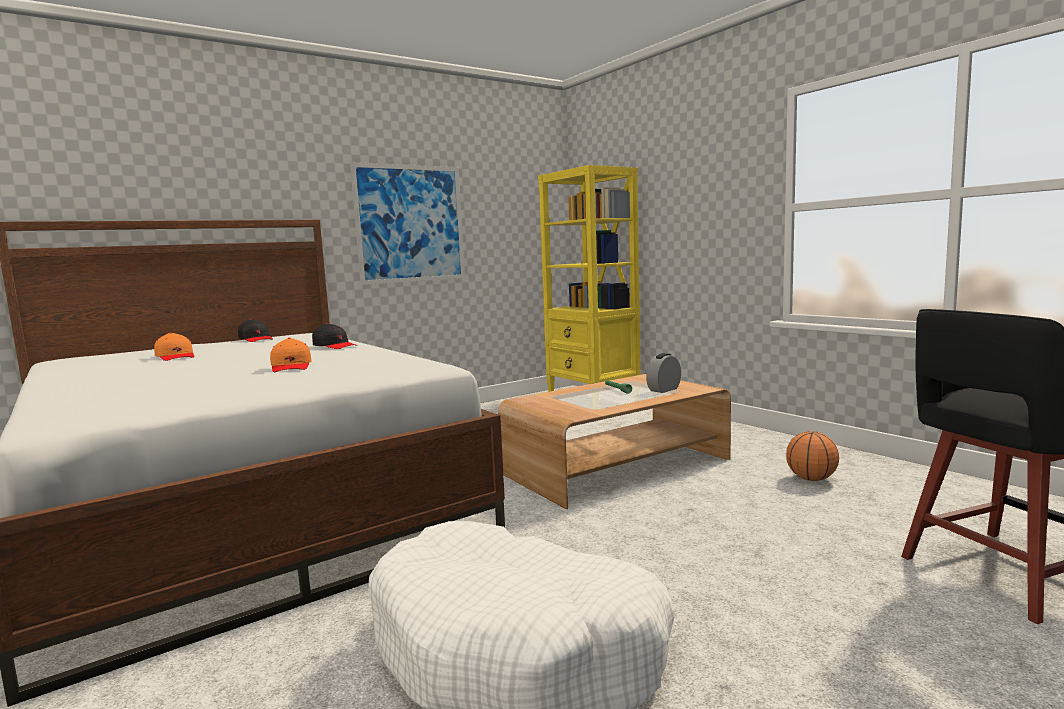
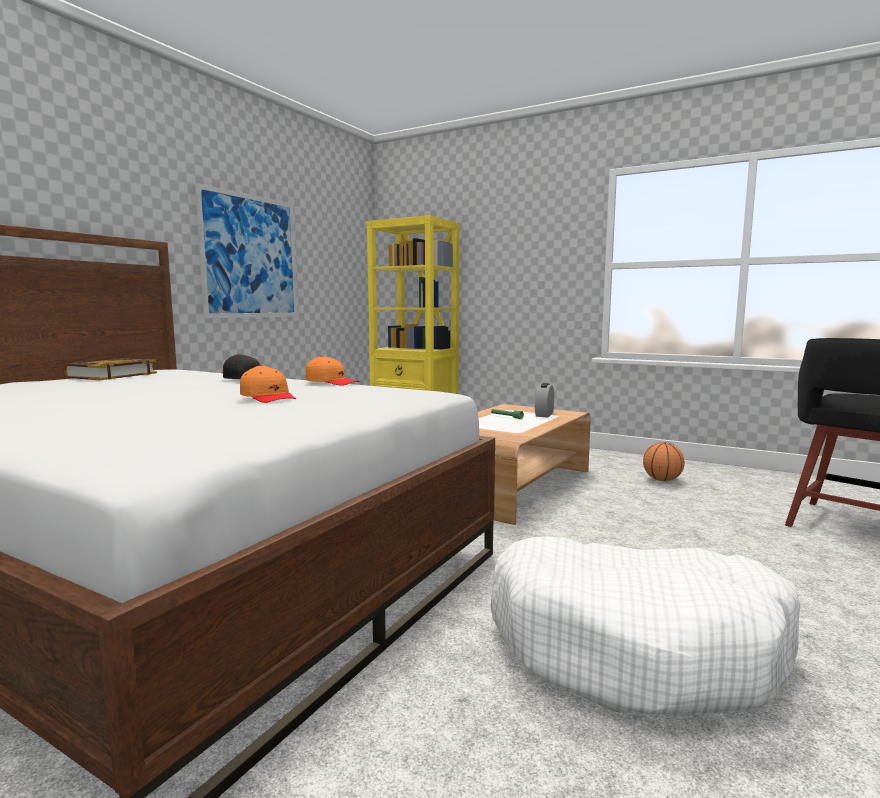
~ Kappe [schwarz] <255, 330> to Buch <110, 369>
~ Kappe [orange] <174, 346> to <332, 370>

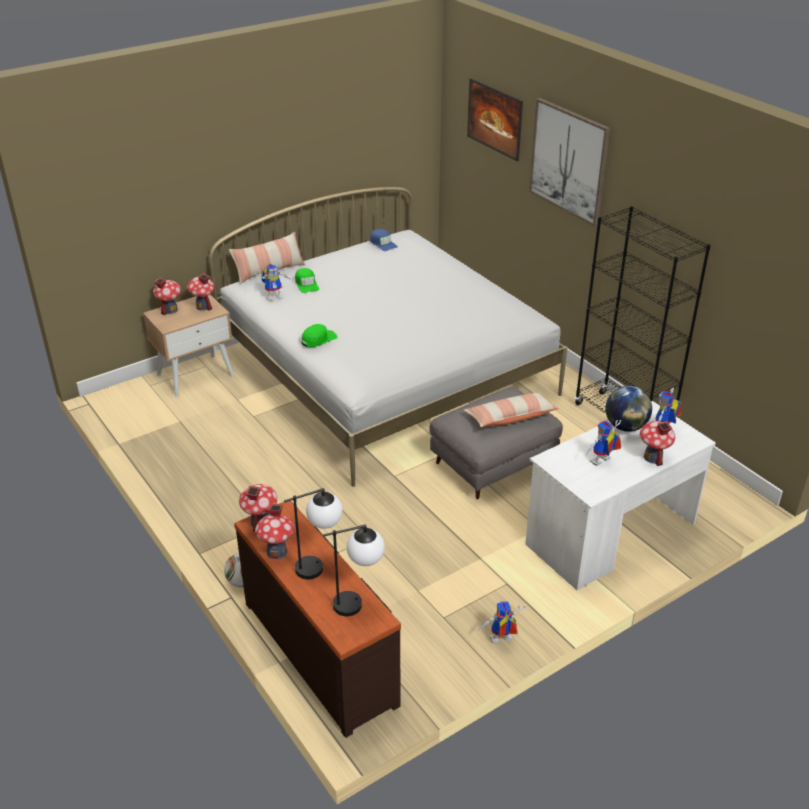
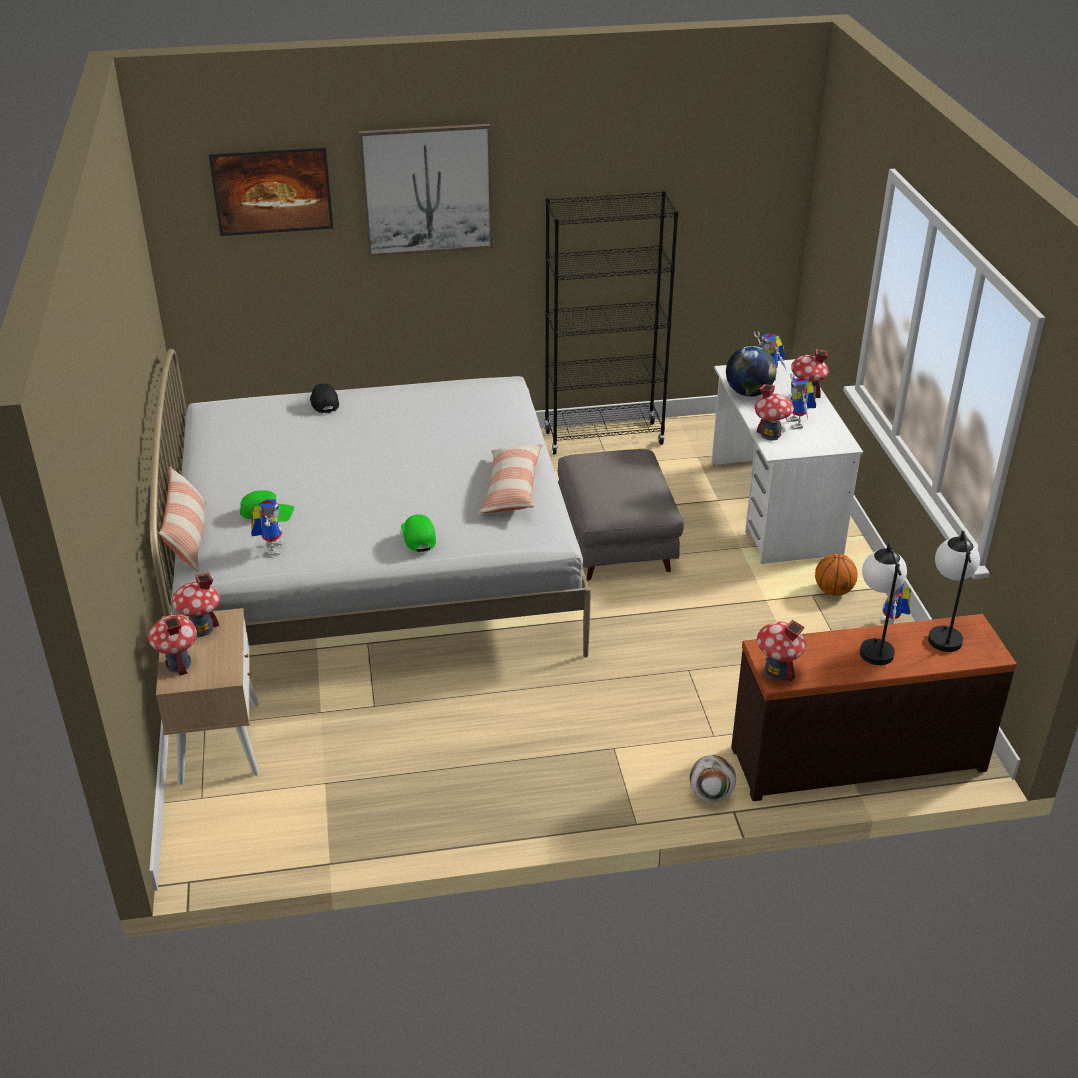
+ Kappe [schwarz] <324, 398>
~ Kissen <511, 410> to <511, 478>
~ Spielzeughaus <275, 531> to <774, 412>
+ Basketball <836, 575>
- Kappe [blau] <384, 240>

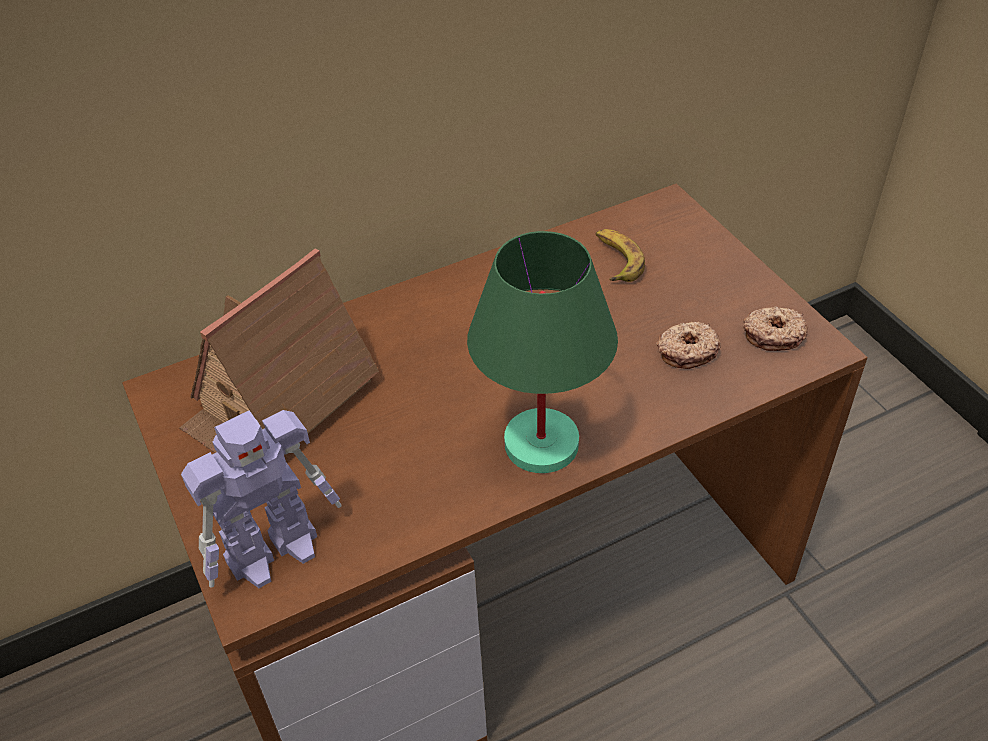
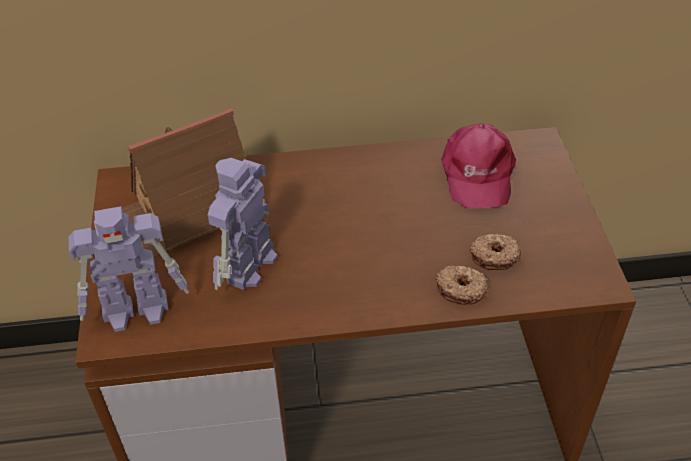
+ Spielzeugroboter <243, 224>
~ Donut <775, 328> to <462, 285>
~ Banane <620, 255> to Kappe [rosa] <478, 165>
- Tischlampe [grün] <542, 352>

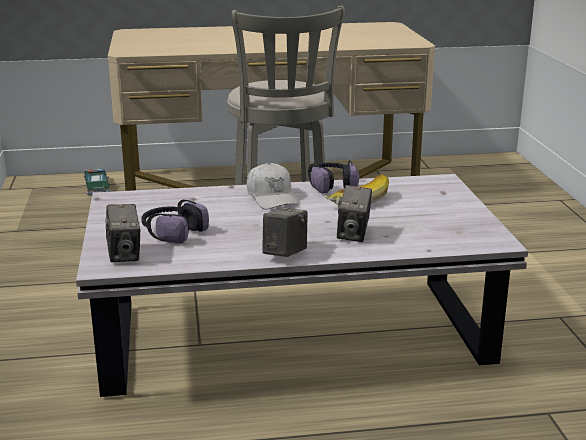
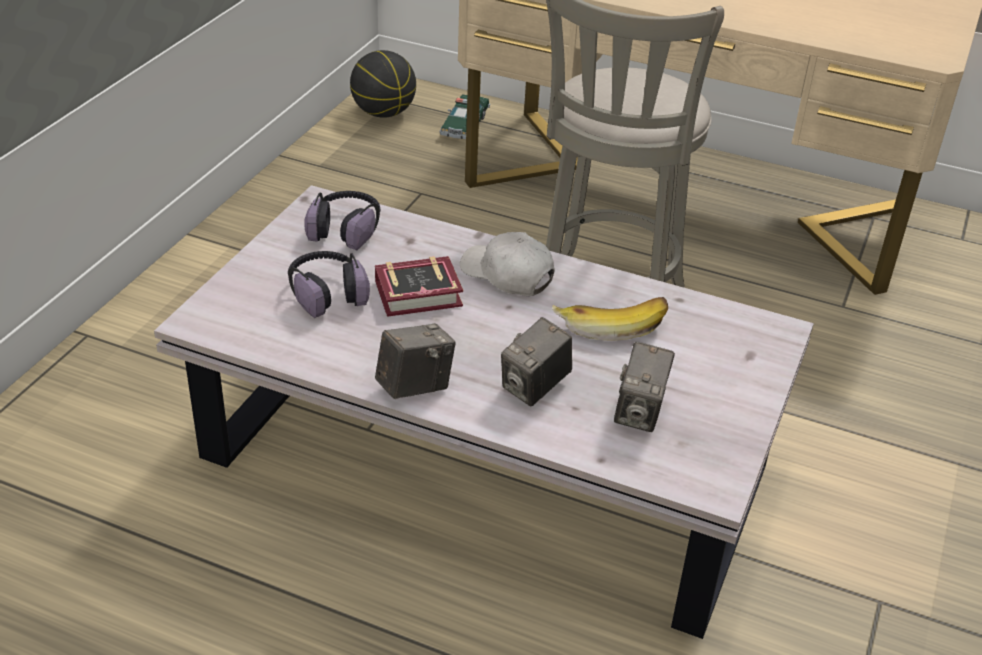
~ Kopfhörer <333, 177> to <342, 220>
+ Basketball <383, 84>
+ Buch <419, 286>
~ Kappe [weiß] <273, 186> = <507, 264> 120 degrees clockwise
~ Kamera <122, 233> to <644, 387>

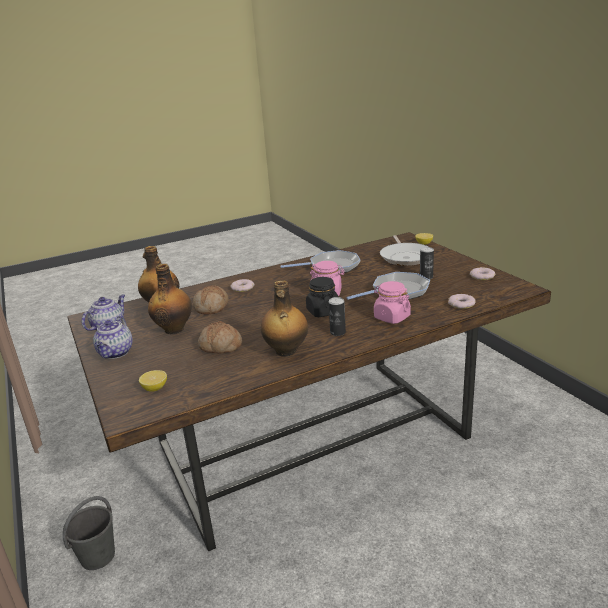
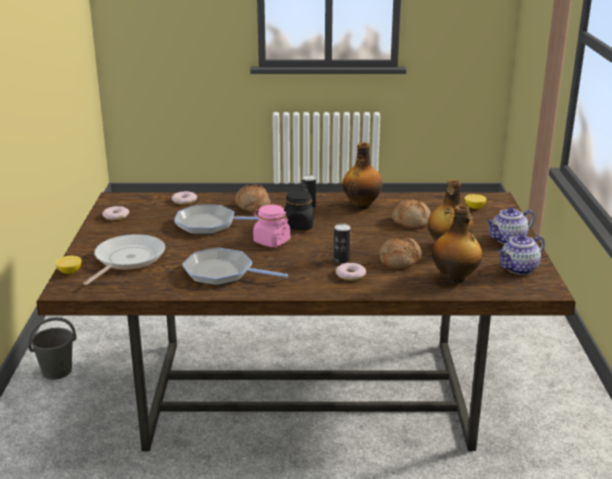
~ Eimer [grau] <89, 533> to <52, 348>
~ Vorratsglas [rosa] <392, 302> to Brot <253, 198>
~ Dose <427, 263> to <342, 243>
~ Teekanne <113, 337> = <510, 225> 150 degrees counterclockwise

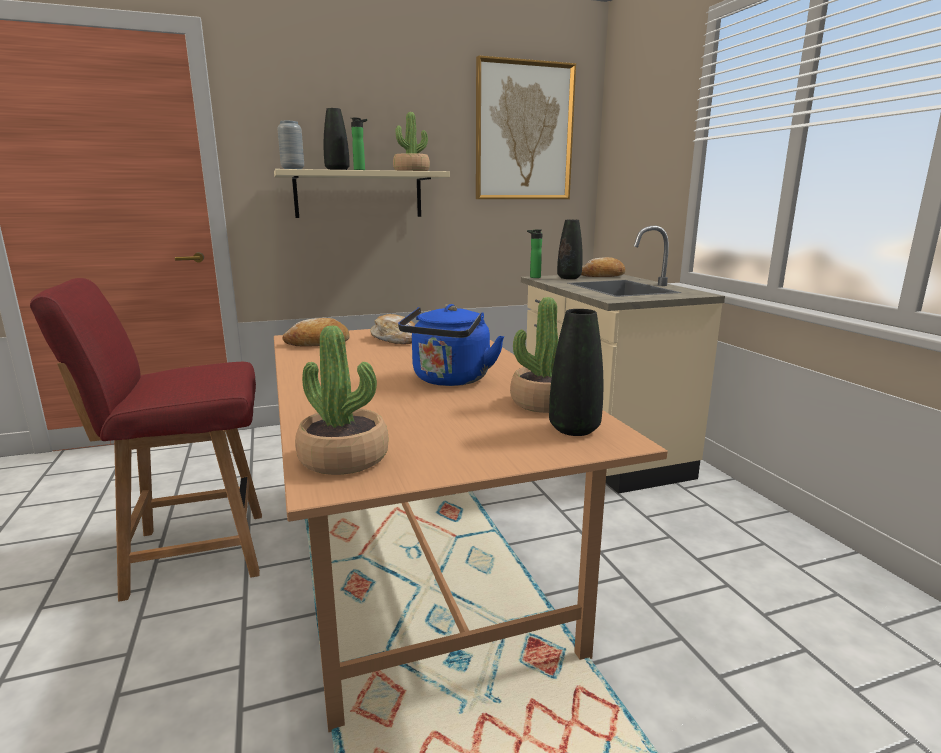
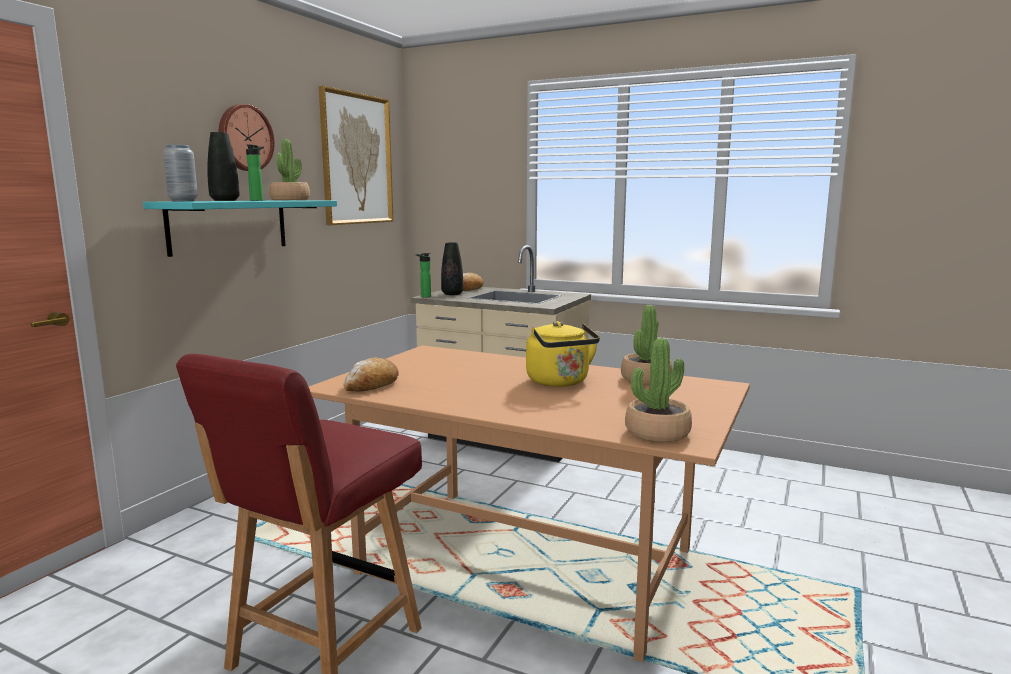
~ Wandregal [beige] <362, 193> to Wandregal [türkis] <240, 228>
+ Wanduhr <247, 137>
~ Wasserkessel [blau] <451, 345> to Wasserkessel [gelb] <563, 354>
- Brot <393, 329>
- Vase [schwarz] <576, 372>

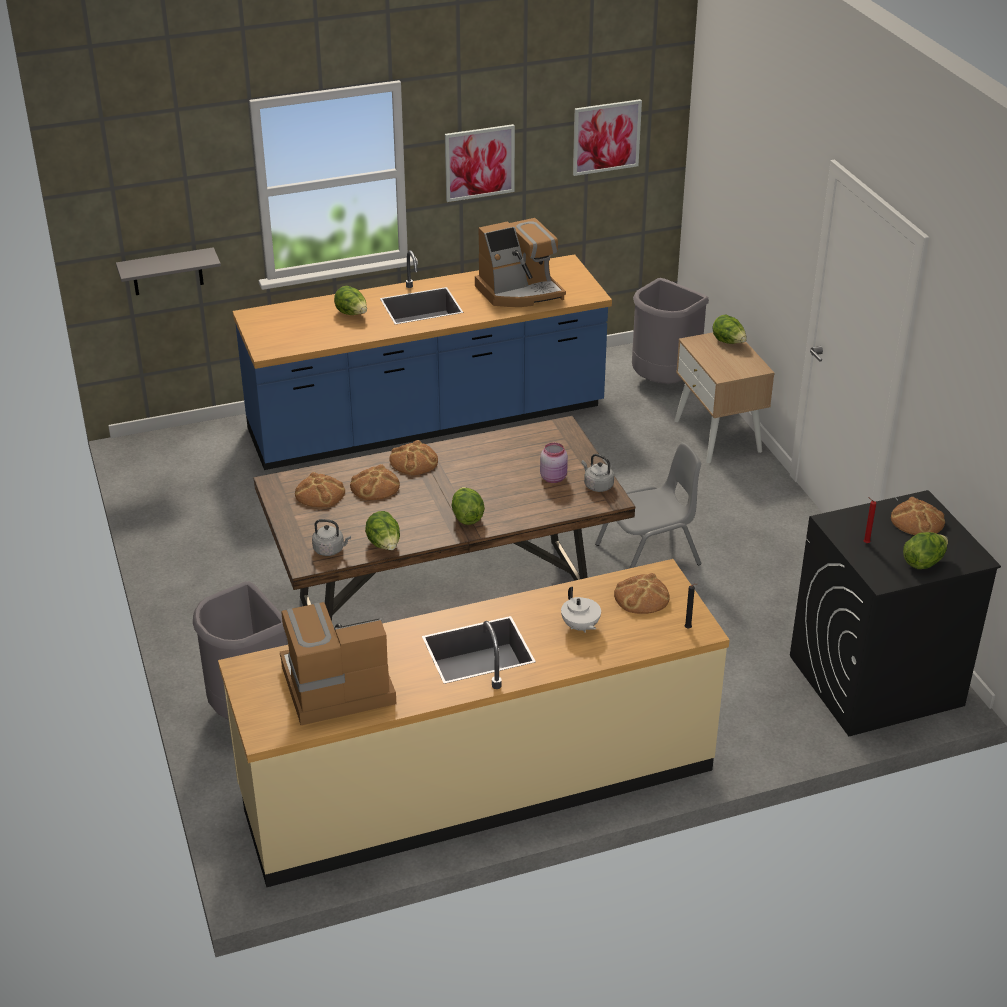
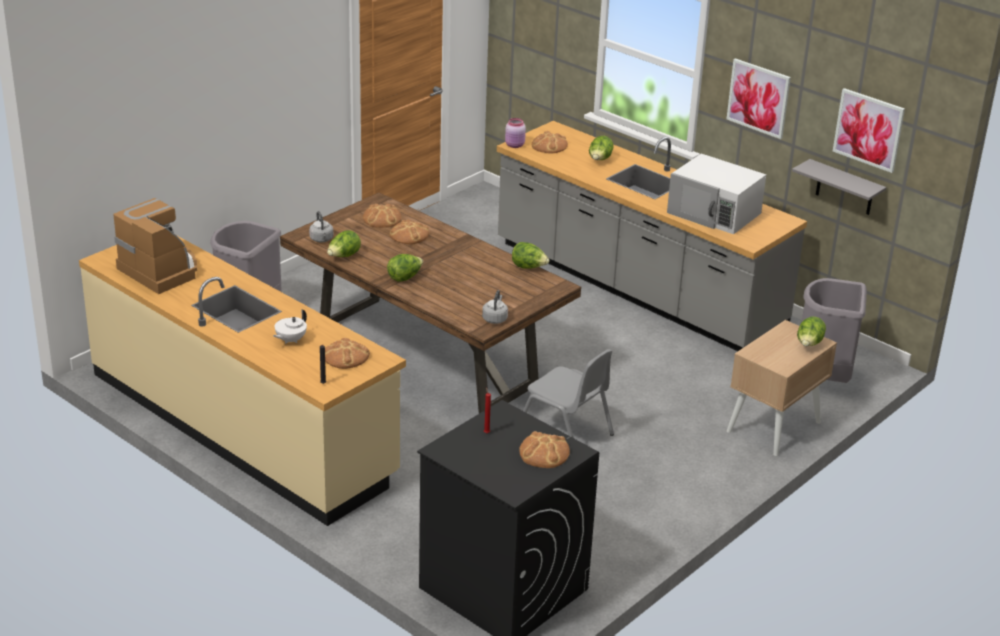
~ Küchenzeile [blau] <422, 360> to Küchenzeile [grau] <652, 236>
~ Vorratsglas [rosa] <554, 463> to <515, 133>
~ Salatkopf <925, 550> to <530, 255>
~ Brot <413, 457> to <550, 142>
~ Kaffeemaschine <520, 262> to Mikrowelle [weiß] <716, 194>
~ Wandregal [grau] <168, 271> to <839, 187>

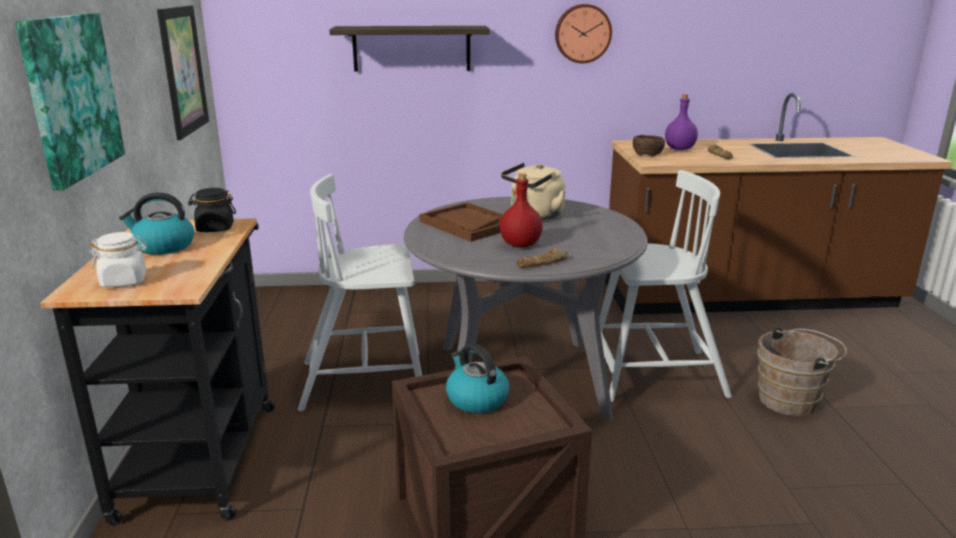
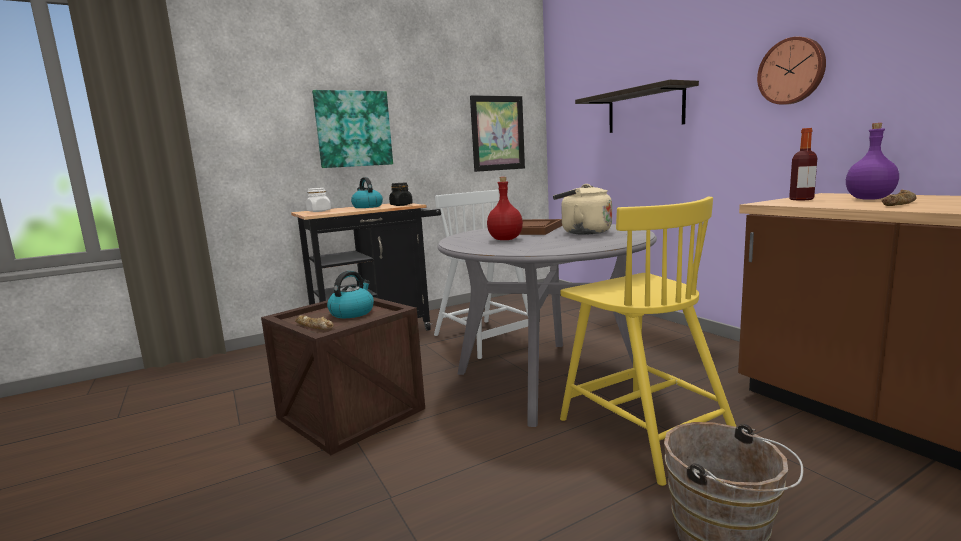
~ Brot <542, 258> to <314, 322>
~ Stuhl [weiß] <665, 286> to Stuhl [gelb] <648, 341>
~ Schüssel [braun] <649, 145> to Flasche <803, 164>

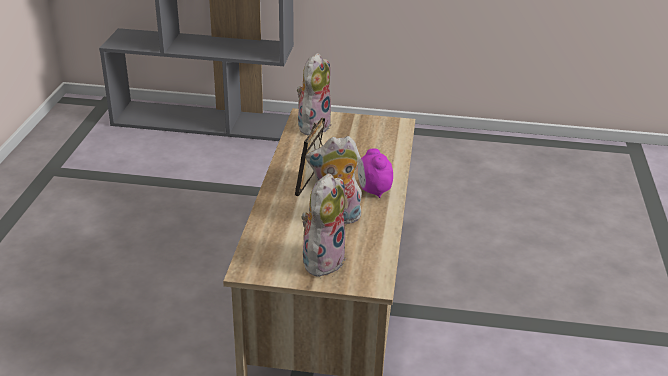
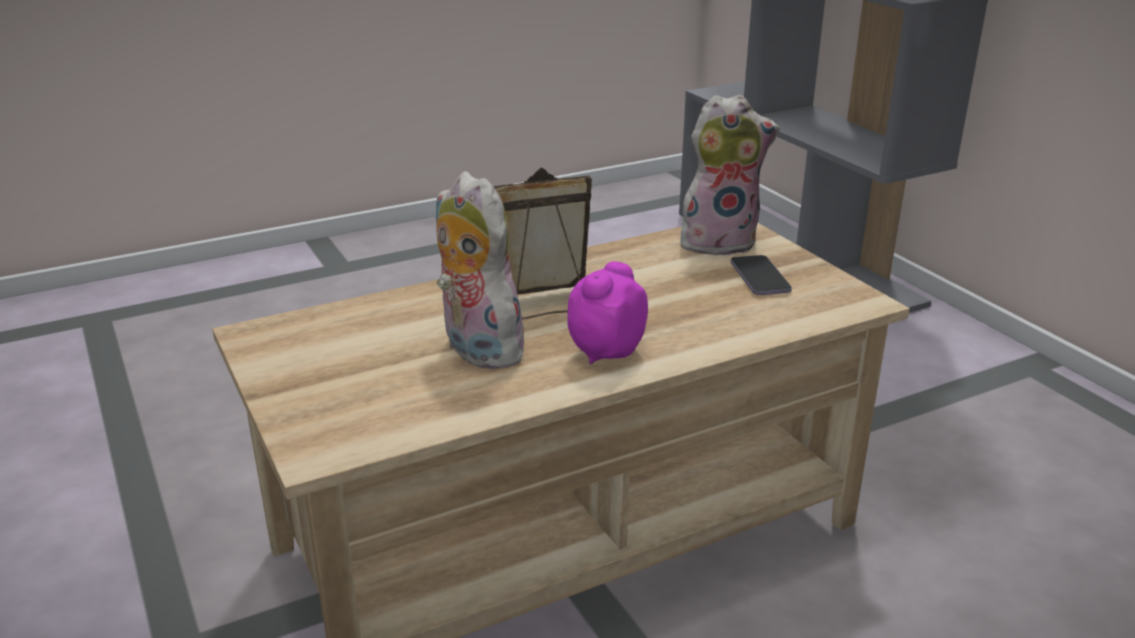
+ Handy <761, 275>
- Plüschtier <323, 225>

